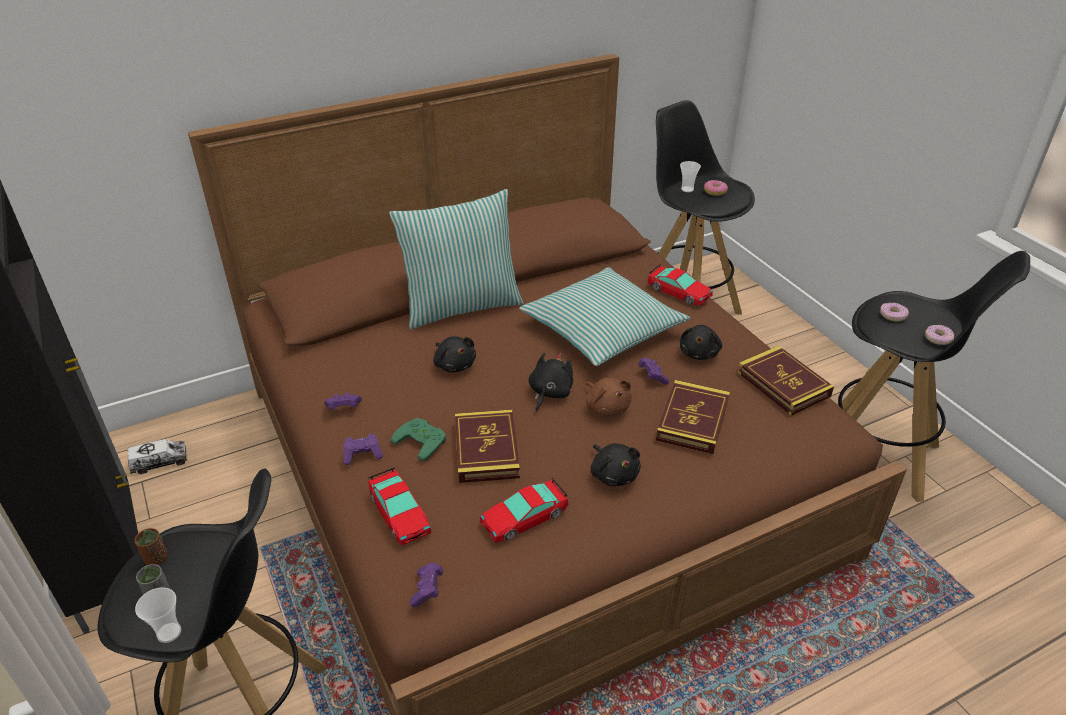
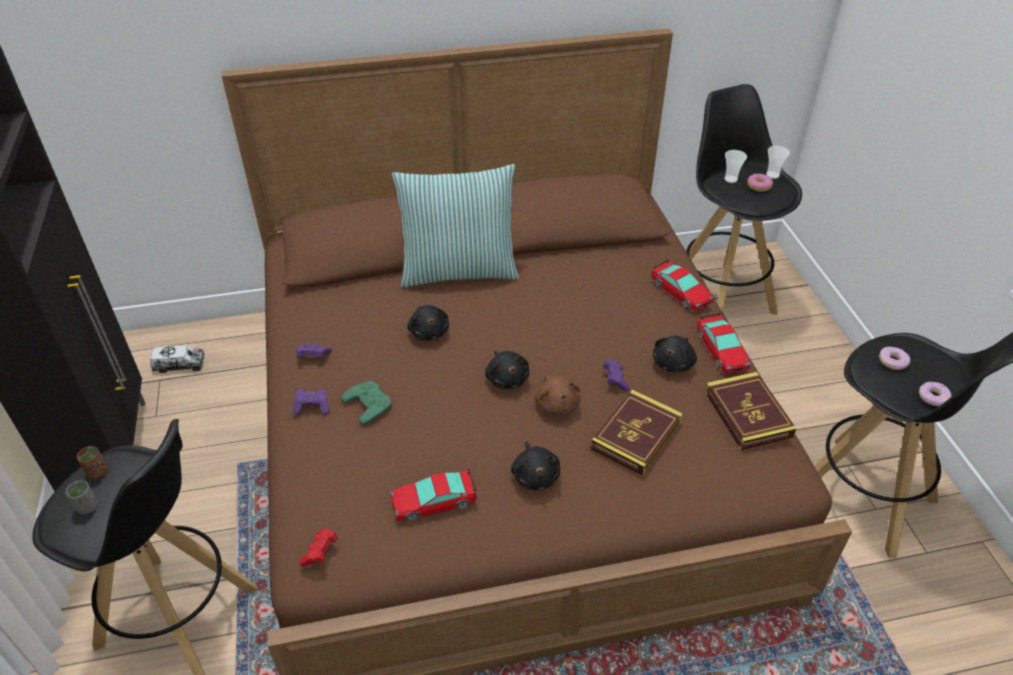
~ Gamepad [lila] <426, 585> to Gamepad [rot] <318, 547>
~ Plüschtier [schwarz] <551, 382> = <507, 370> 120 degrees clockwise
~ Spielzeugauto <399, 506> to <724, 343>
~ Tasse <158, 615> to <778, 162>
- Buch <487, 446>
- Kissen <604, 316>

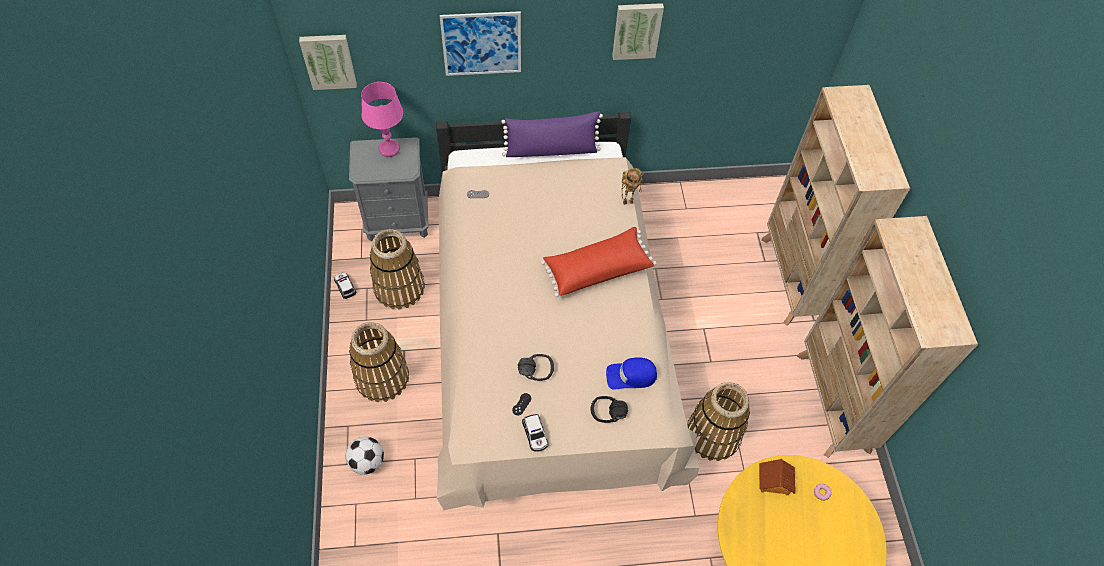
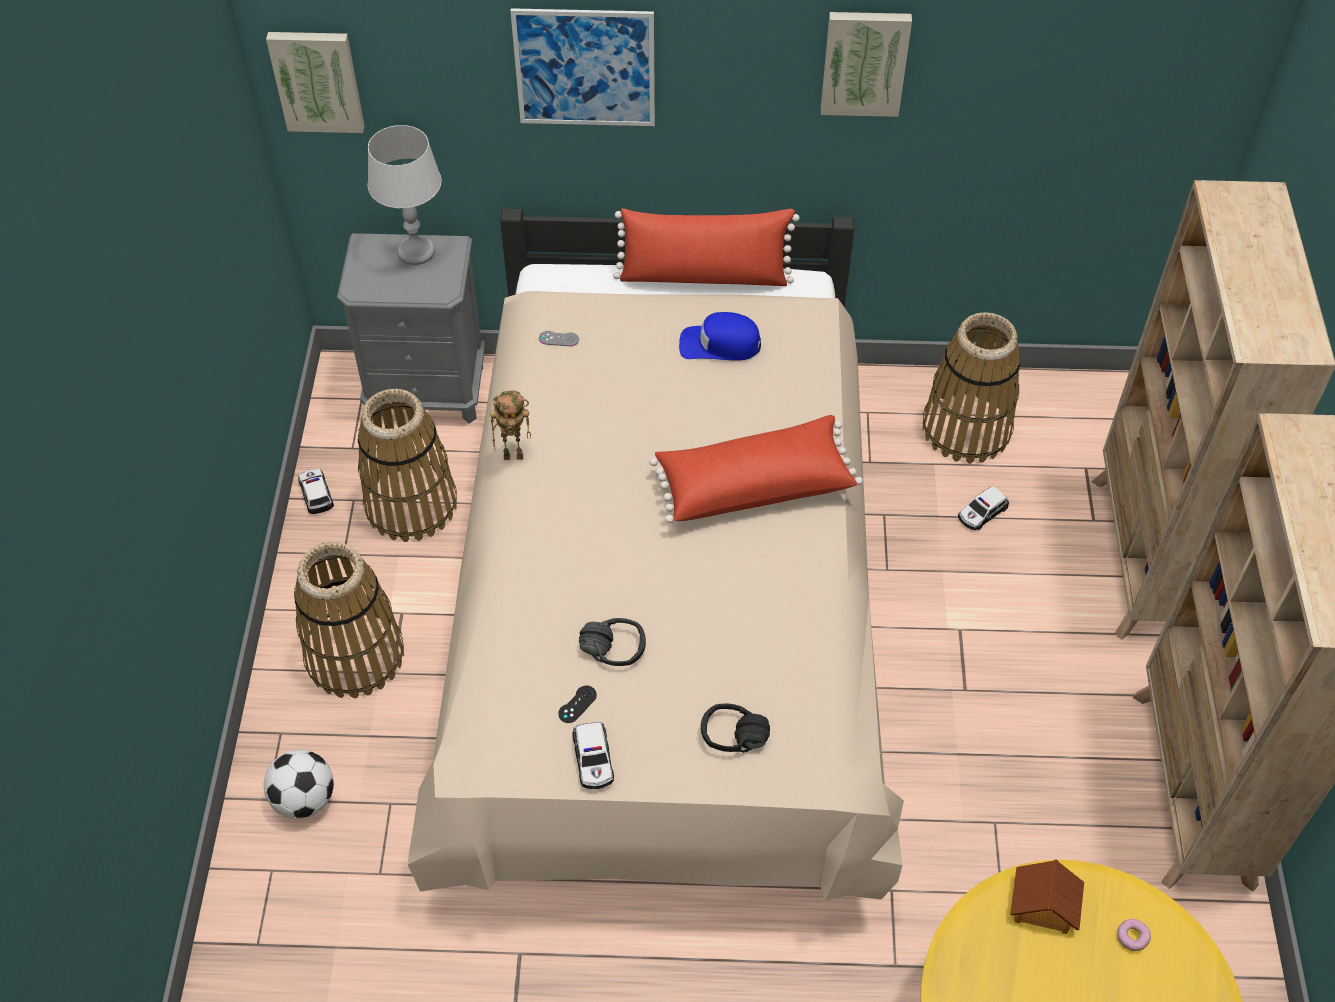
~ Tischlampe [rosa] <382, 119> to Tischlampe [grau] <405, 195>
~ Spielzeugroboter <632, 186> to <510, 425>
~ Kissen [lila] <552, 134> to Kissen [rot] <706, 247>
~ Kappe [blau] <631, 373> to <720, 336>
~ Korb <718, 421> to <971, 388>
+ Spielzeugauto <983, 508>

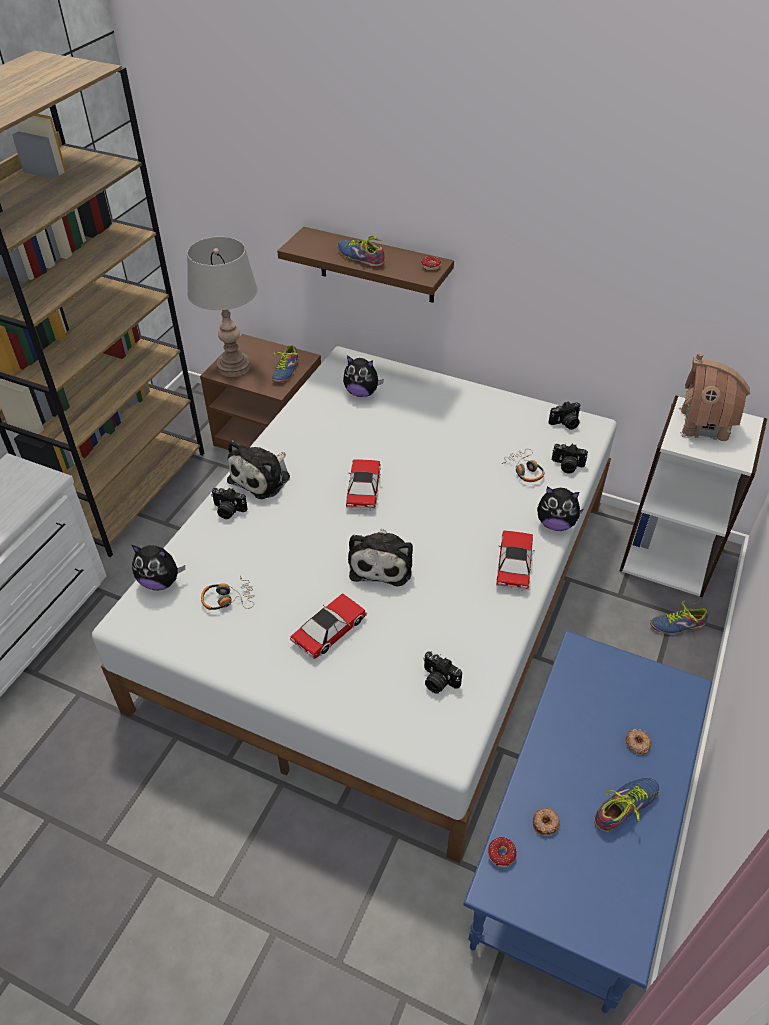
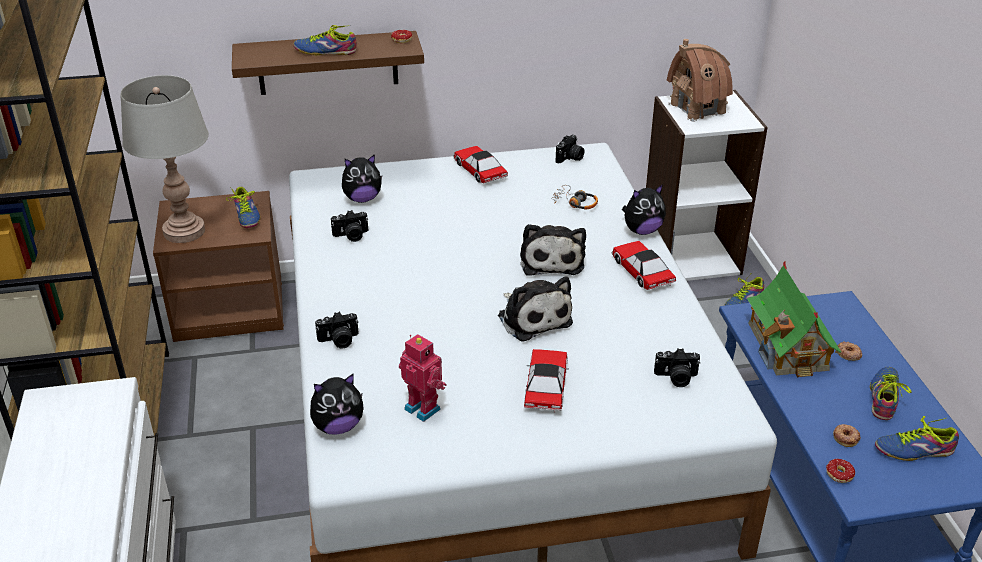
~ Kamera <570, 459> to <349, 226>
~ Kopfhörer <228, 593> to Spielzeugroboter <422, 378>
~ Spielzeugauto <363, 484> to <480, 165>
~ Plüschtier <258, 469> to <553, 249>
+ Spielzeughaus <795, 319>
+ Schuh <917, 438>

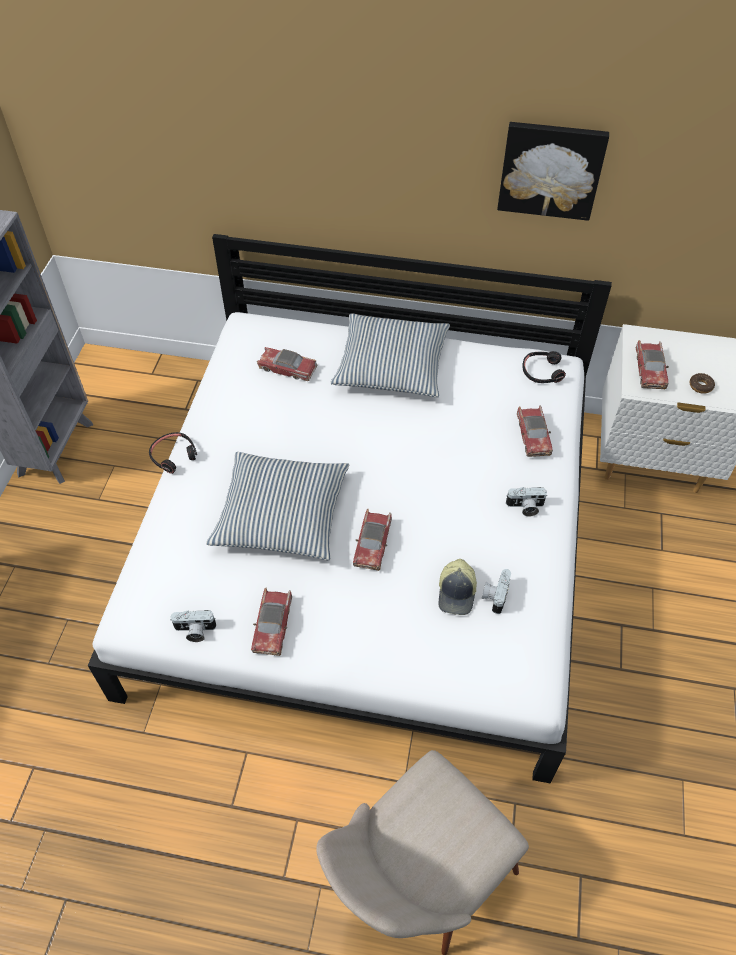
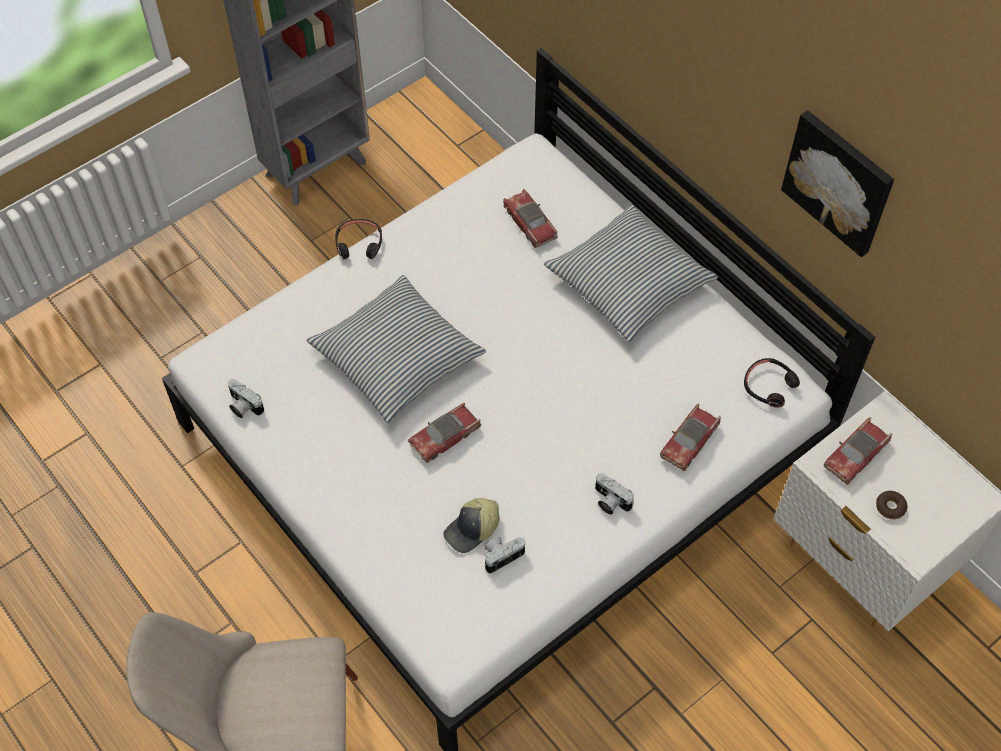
- Spielzeugauto <271, 622>

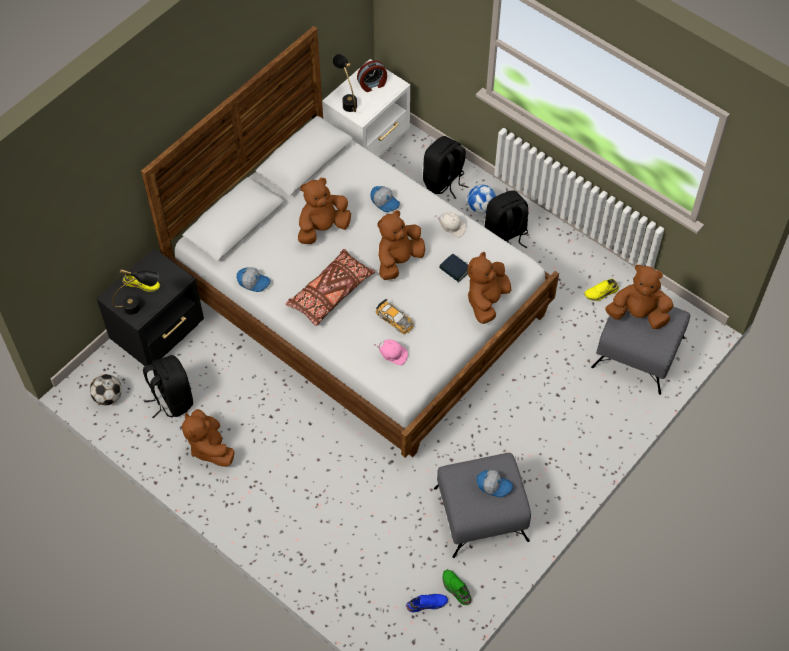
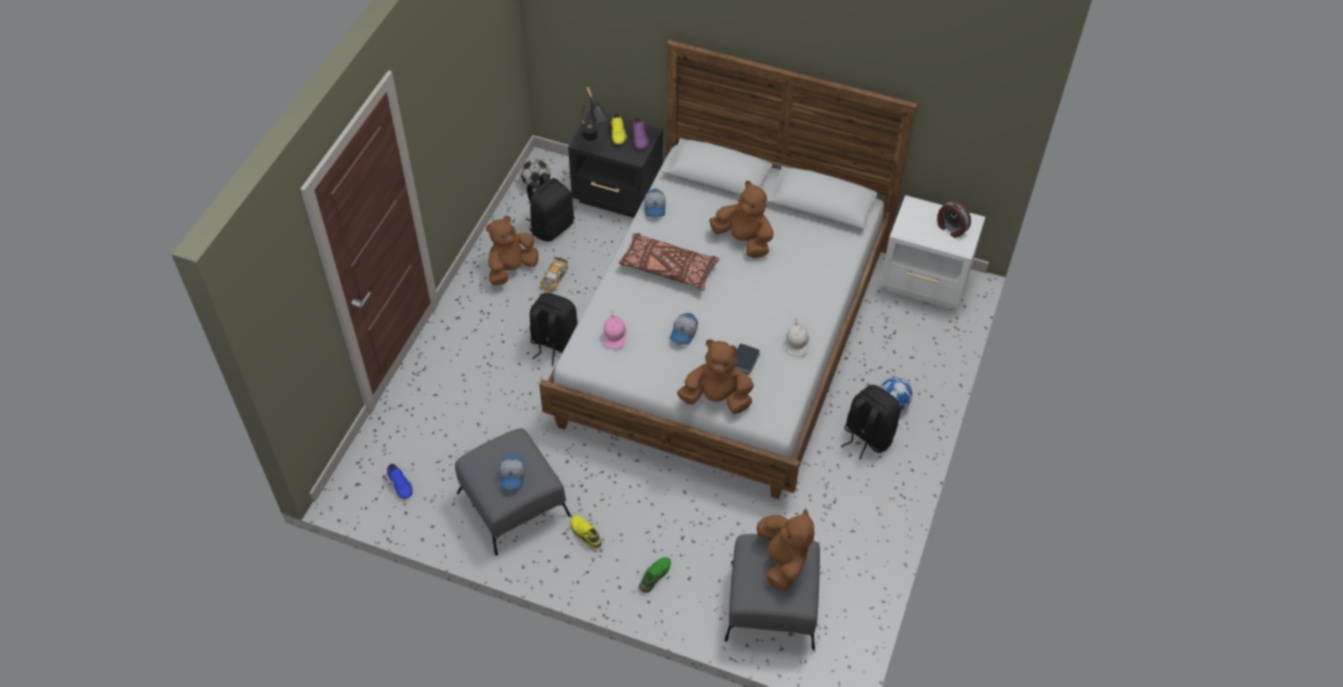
~ Rucksack [schwarz] <445, 167> to <554, 329>
~ Spielzeugauto <395, 316> to <554, 275>
~ Schuh [gelb] <601, 290> to <586, 532>
+ Schuh [lila] <641, 134>
~ Schuh [grün] <457, 587> to <655, 575>
~ Kappe <385, 199> to <683, 329>
- Tischlampe [schwarz] <344, 83>
- Plüschtier [braun] <401, 245>

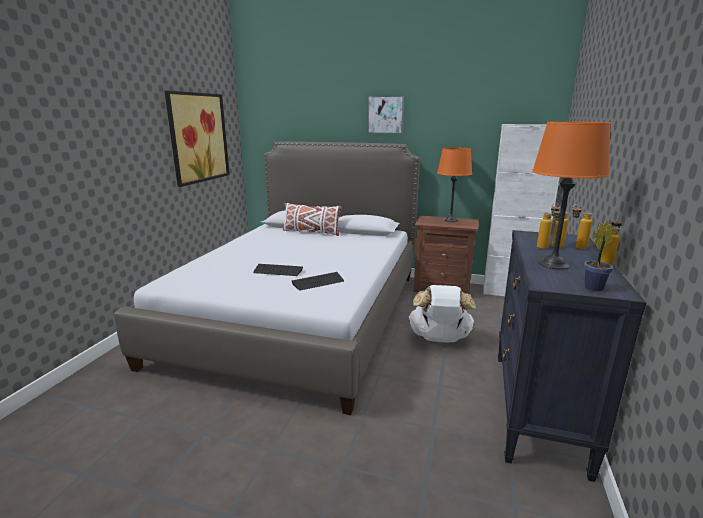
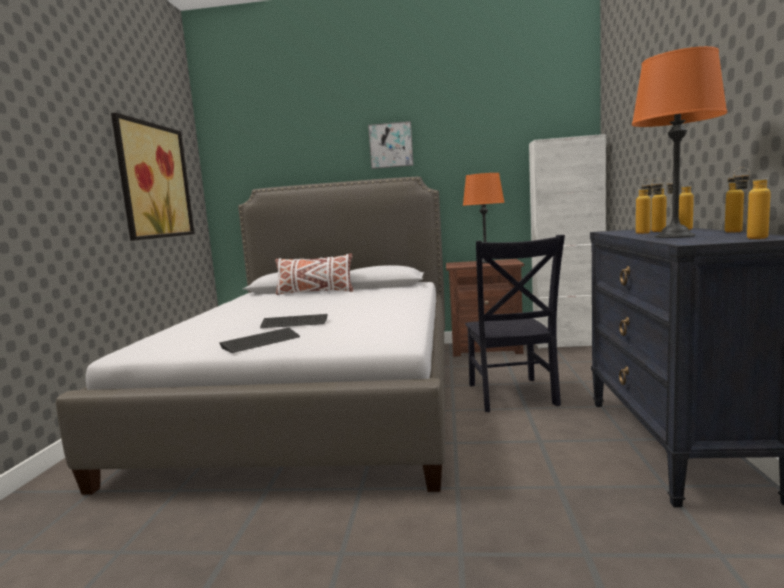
~ Tastatur <318, 281> to <259, 340>
~ Rucksack [weiß] <442, 313> to Stuhl [schwarz] <515, 323>
~ Topfpflanze <598, 256> to Flasche <752, 203>

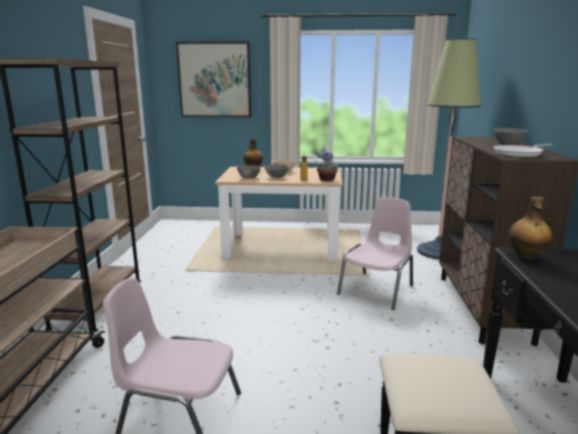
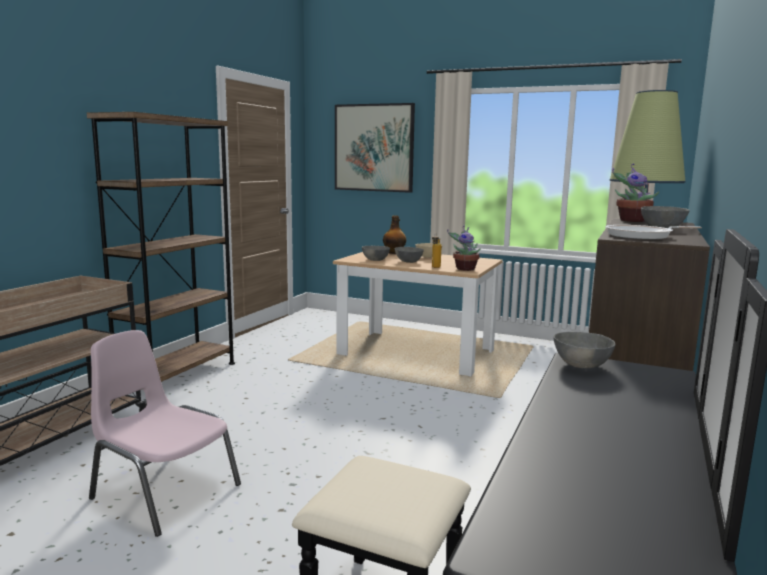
~ Flasche <530, 228> to Schüssel [grau] <585, 350>
+ Topfpflanze <636, 193>
- Stuhl [rosa] <375, 253>

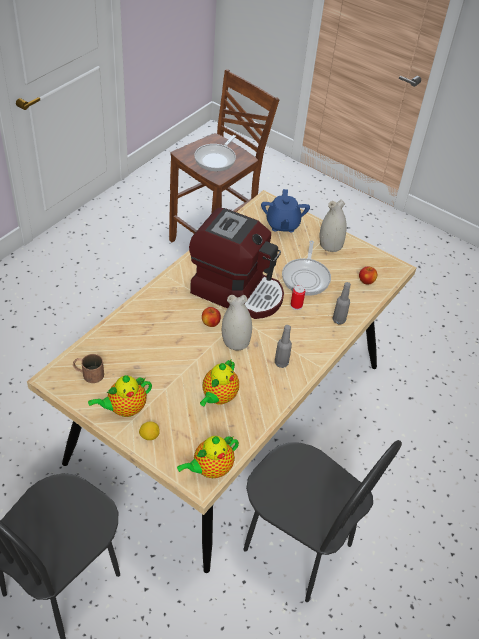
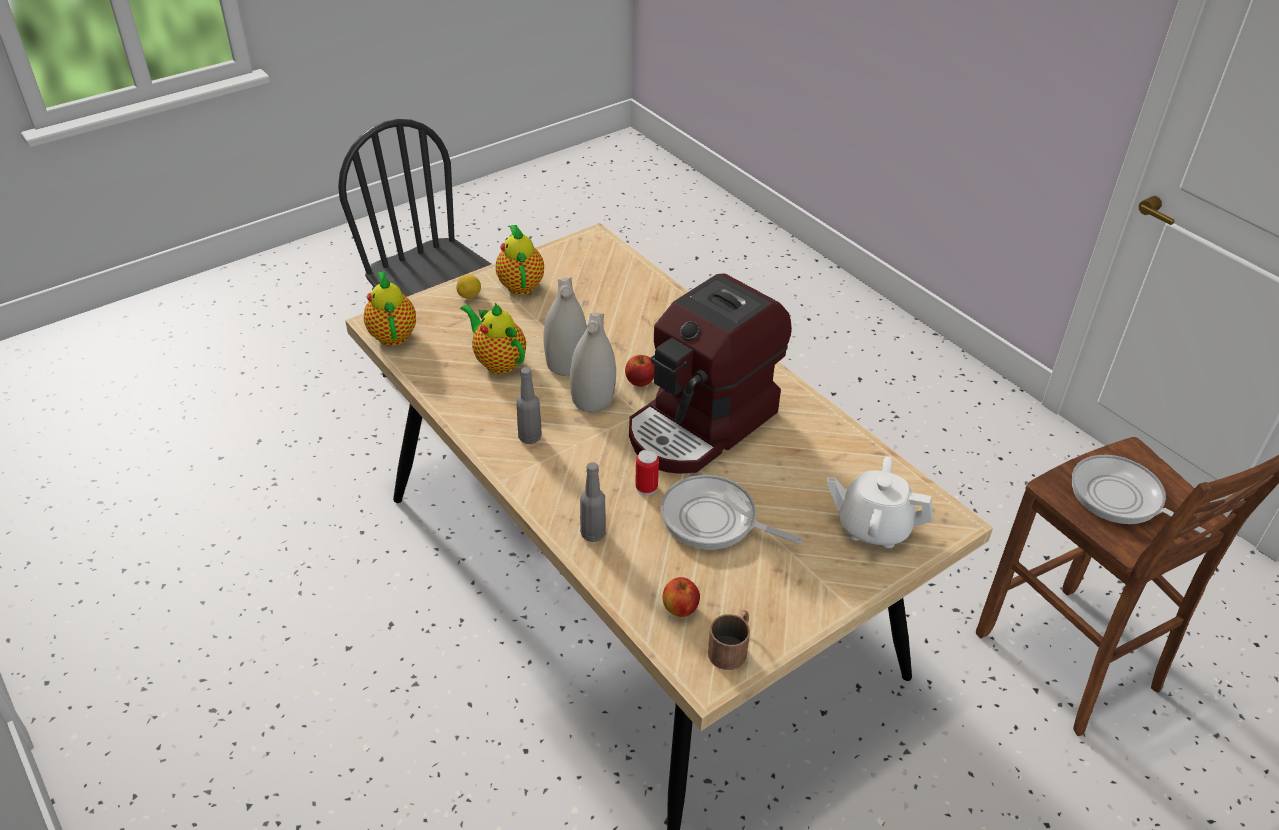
~ Vase [weiß] <333, 225> to <565, 326>
~ Henkelbecher [braun] <88, 368> to <729, 640>
~ Teekanne [blau] <285, 210> to Teekanne [weiß] <880, 502>
- Stuhl [schwarz] <322, 521>

